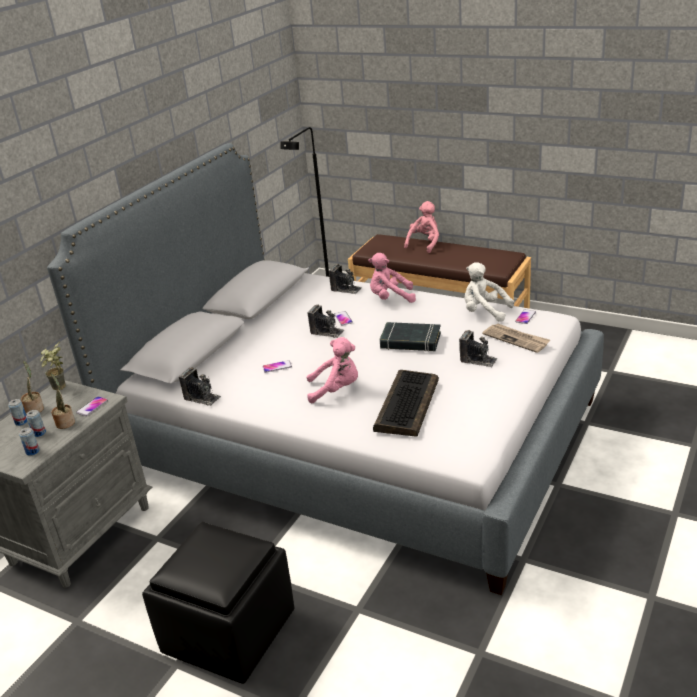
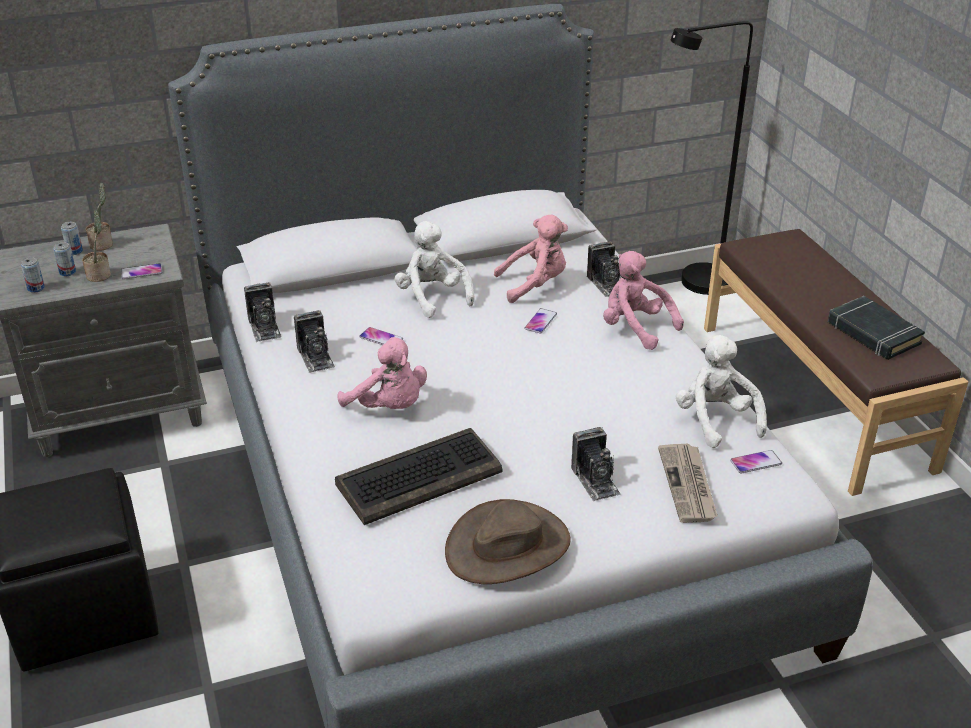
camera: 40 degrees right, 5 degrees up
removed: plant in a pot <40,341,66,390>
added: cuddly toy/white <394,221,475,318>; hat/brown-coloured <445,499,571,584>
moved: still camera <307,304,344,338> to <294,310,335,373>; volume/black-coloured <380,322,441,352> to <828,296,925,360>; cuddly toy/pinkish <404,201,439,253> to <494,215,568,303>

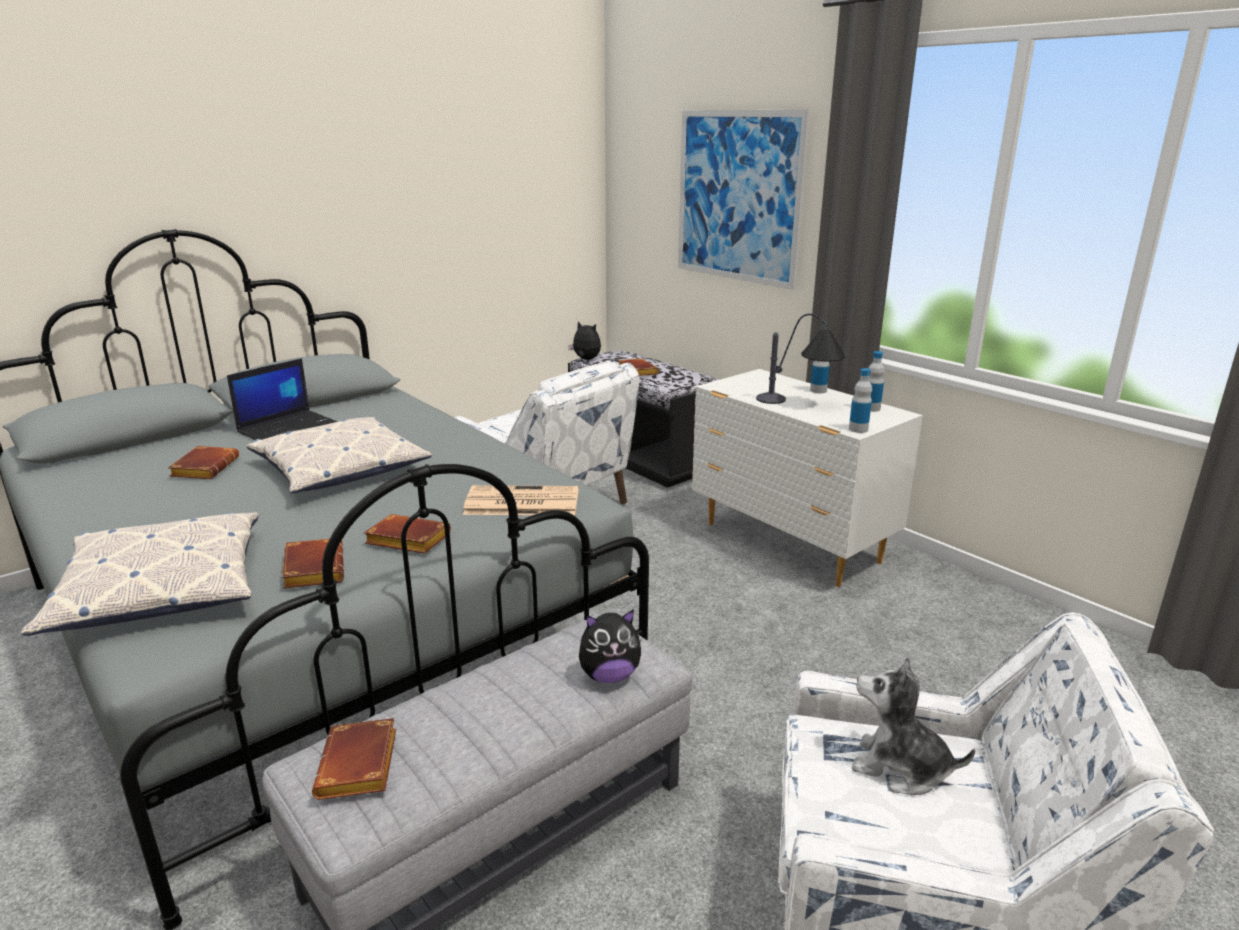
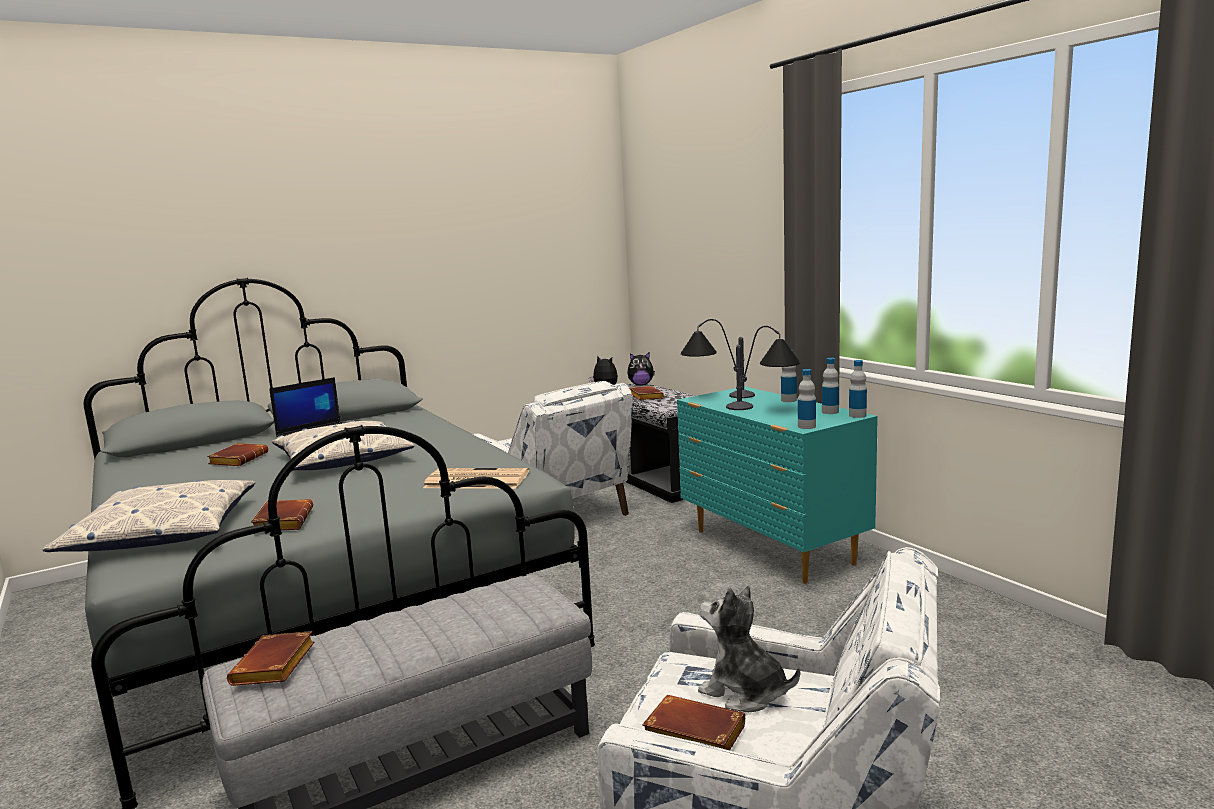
camera: 10 degrees right, 10 degrees down
removed: wall picture <678,110,810,290>
added: lamp for a table <681,319,755,398>; beverage bottle <849,360,867,418>
moved: volume/brown-coloured <364,514,451,554> to <642,695,745,751>; cuddly toy <579,609,641,683> to <627,352,655,385>
recoloured: drawer chest/white <692,369,923,587> to drawer chest/blue-green <677,386,878,583>

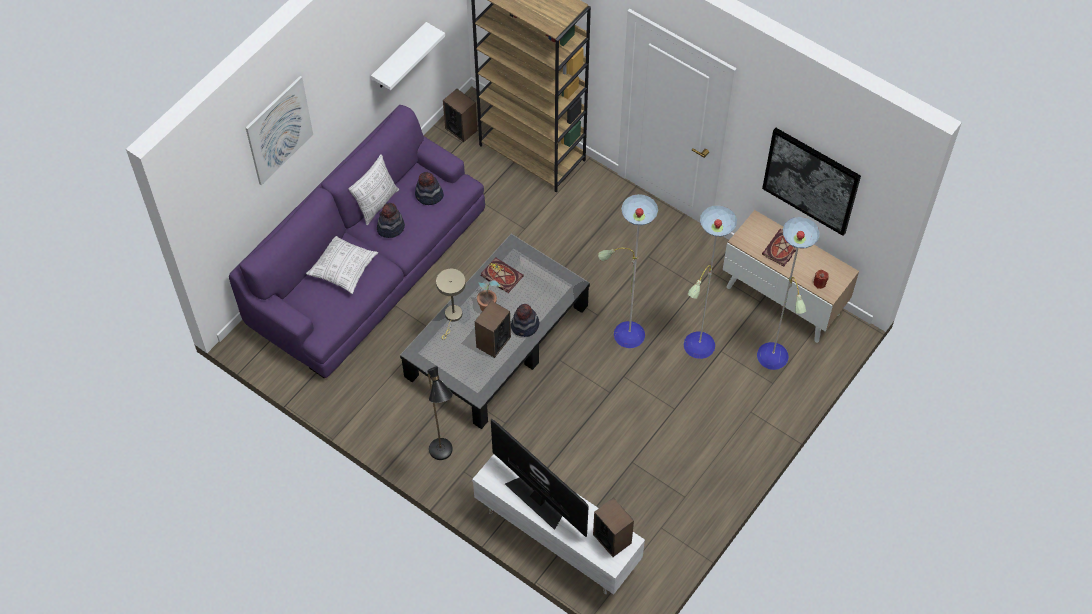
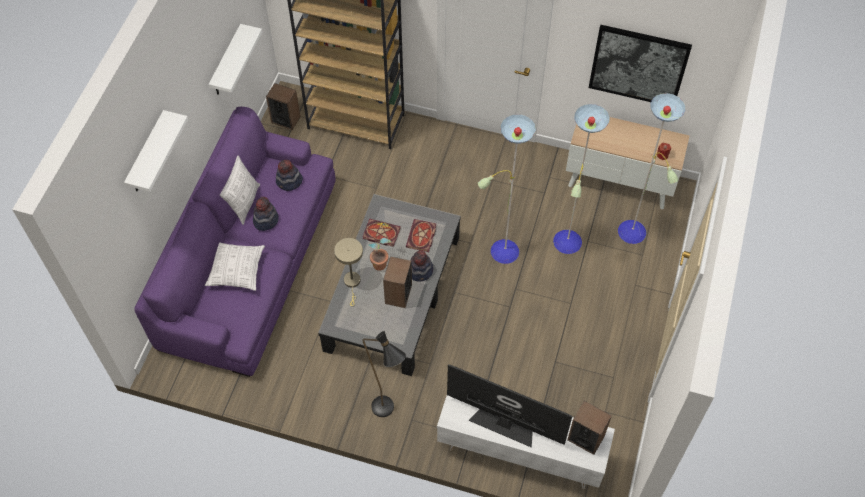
camera: 20 degrees left, 0 degrees up
moved: volume <762,229,796,266> to <406,219,436,252>
replaced: wall picture <245,76,313,185> to wall shelf/white <124,110,188,192>

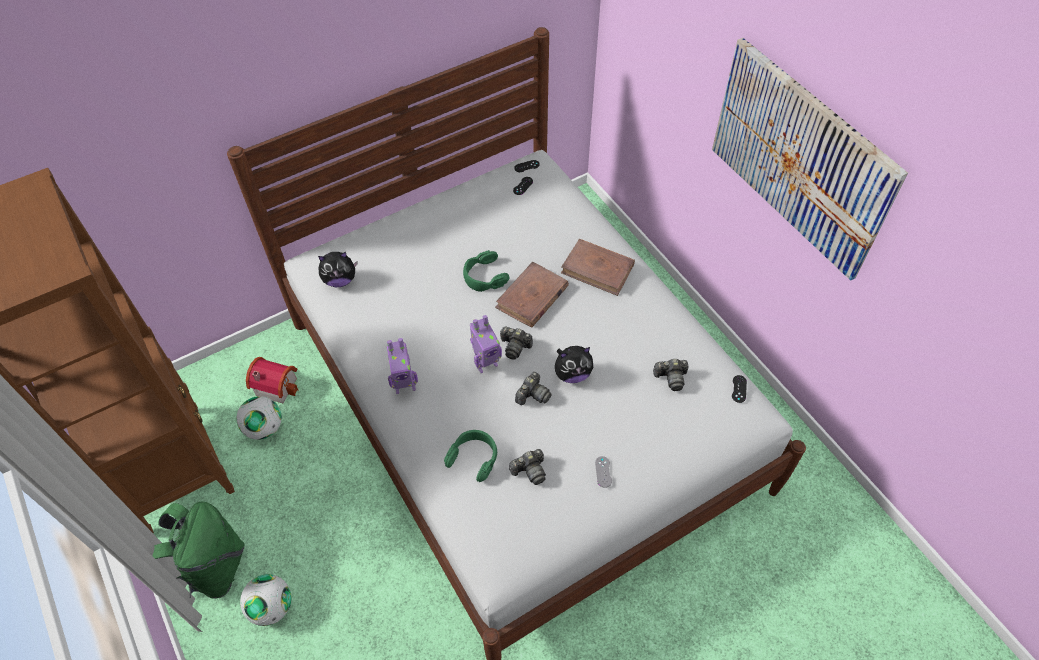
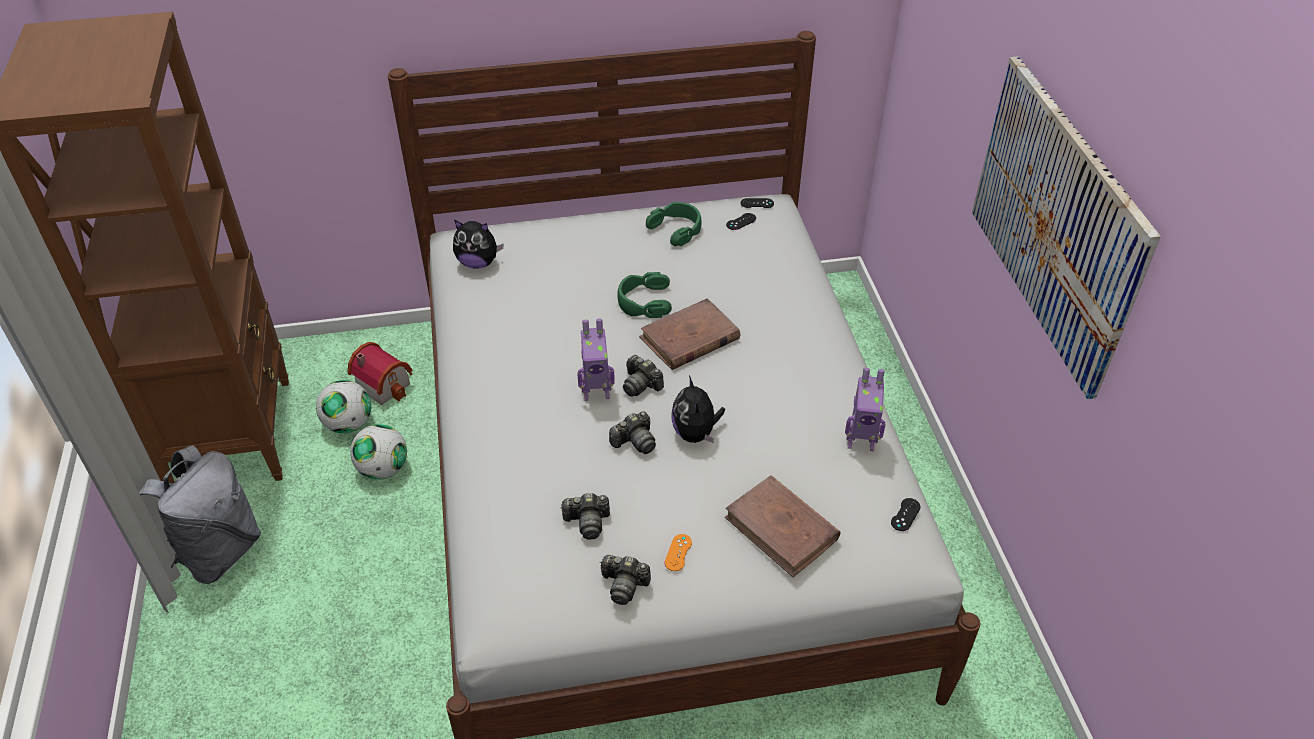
camera: 20 degrees right, 10 degrees down
moved: football ball <240,574,292,626> to <350,424,407,480>; toy robot <387,338,418,394> to <845,367,886,451>; headphones/greenish <444,430,497,482> to <646,202,702,246>; volume/brown-coloured <561,239,635,296> to <725,475,840,577>; still camera <653,359,688,391> to <600,555,651,605>
recoloured: backpack/greenish <152,502,245,599> to backpack/gray <139,445,261,584>; gamepad/gray <595,456,612,488> to gamepad/orange <664,534,692,571>
turned: cuddly toy <555,346,593,383> = <672,376,725,443> 75 degrees clockwise

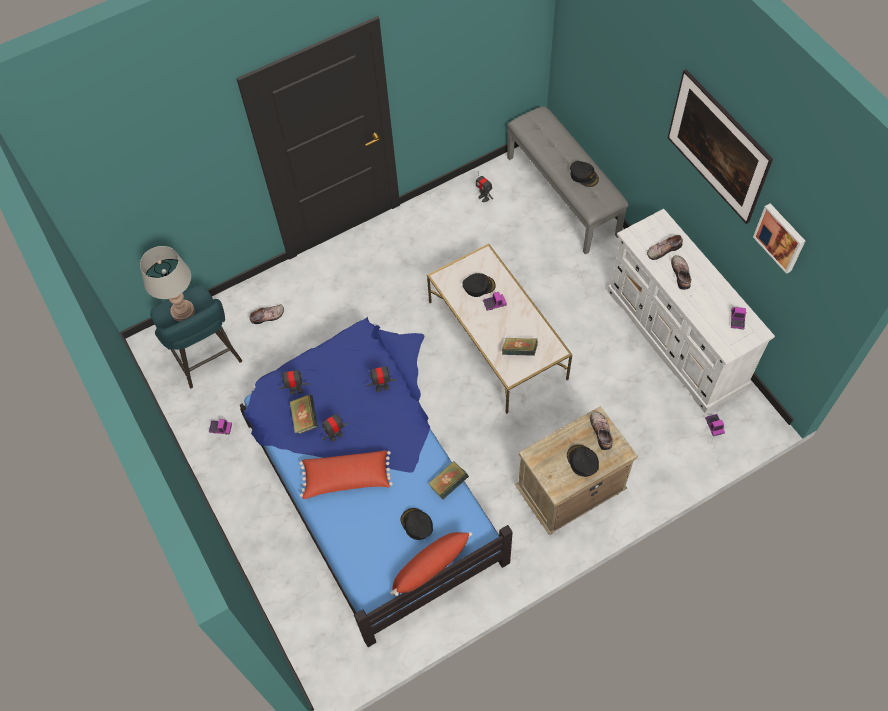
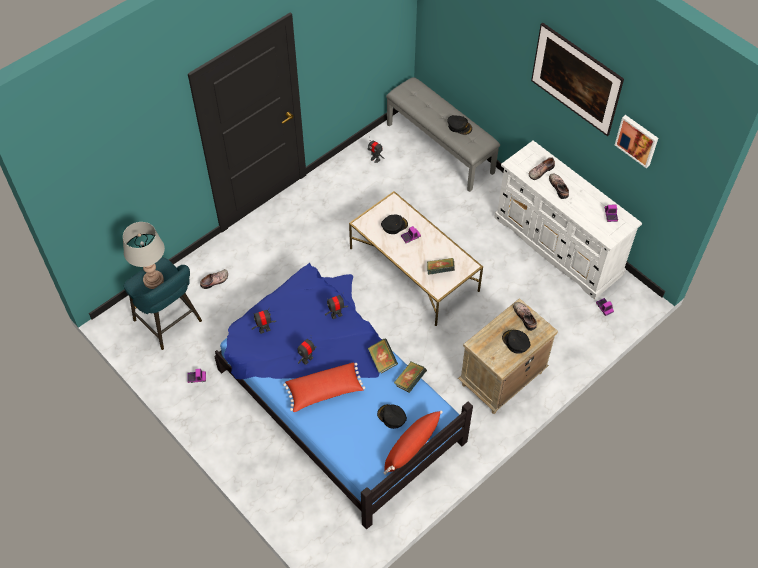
camera: 15 degrees left, 5 degrees down
moved: volume <290,394,318,434> to <368,338,398,374>

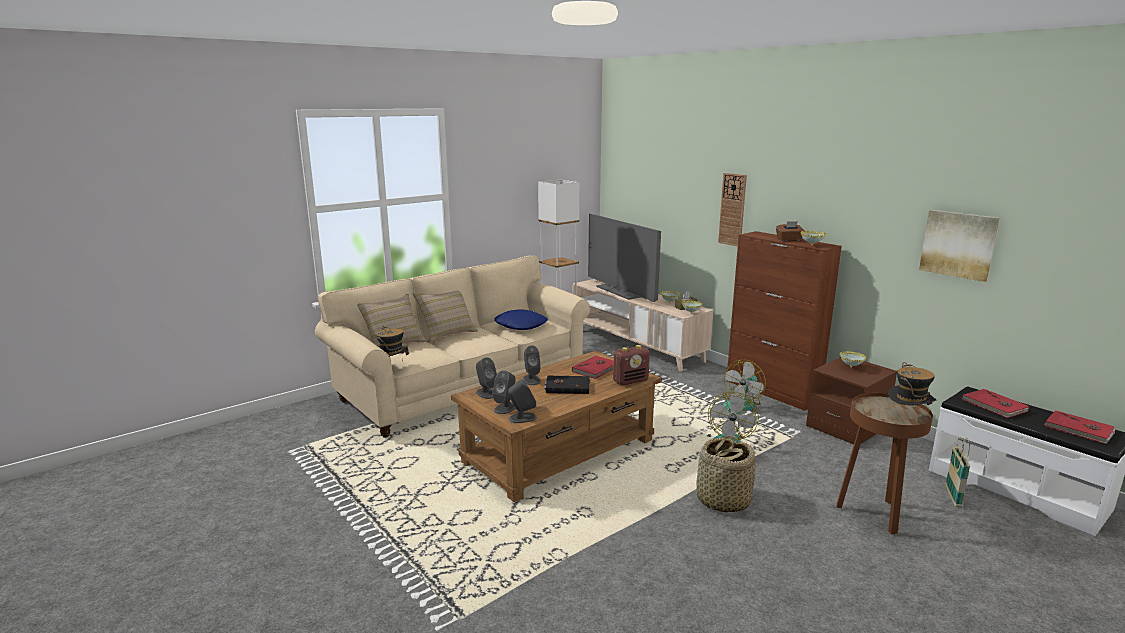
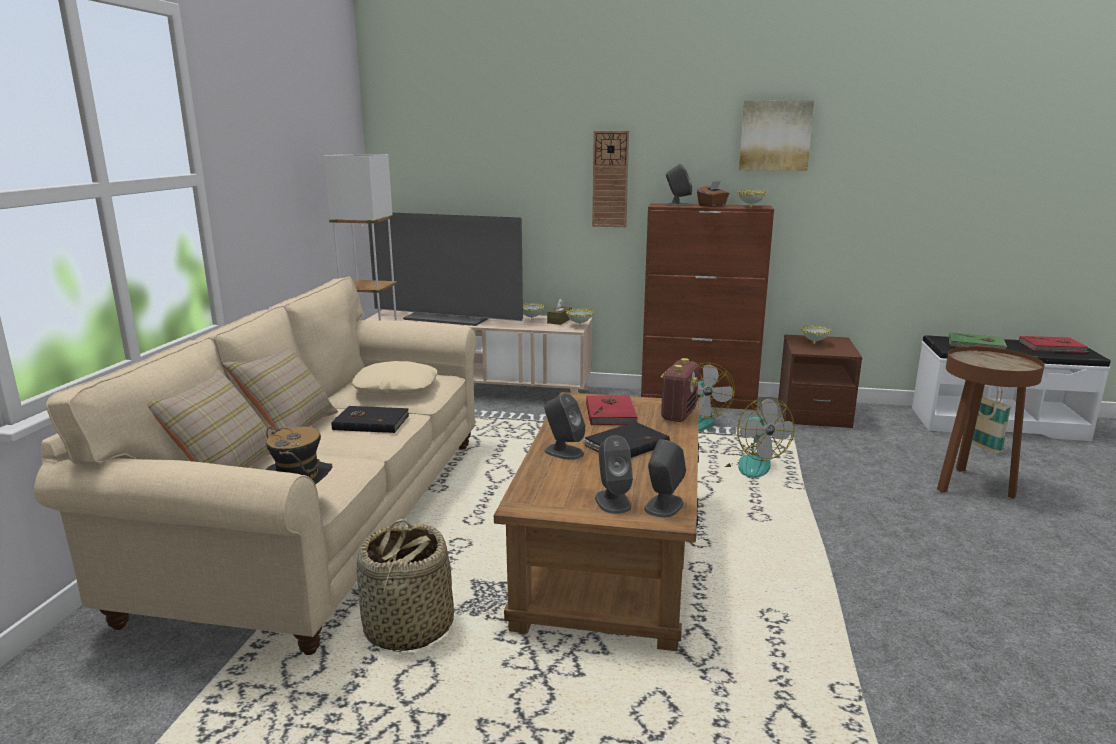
camera: 40 degrees left, 0 degrees up
removed: hat <888,362,936,410>
added: volume/black-coloured <331,406,410,433>
moved: loudspeaker/gray <476,357,497,399> to <666,164,692,206>; storage basket <697,436,755,512> to <357,519,454,652>; wall picture <919,210,1000,282> to <739,100,814,171>
recoloured: pillow/bluish <494,309,548,330> to pillow/beige-coloured <351,361,437,394>; volume/red-coloured <962,389,1029,418> to volume/greenish <949,332,1007,349>

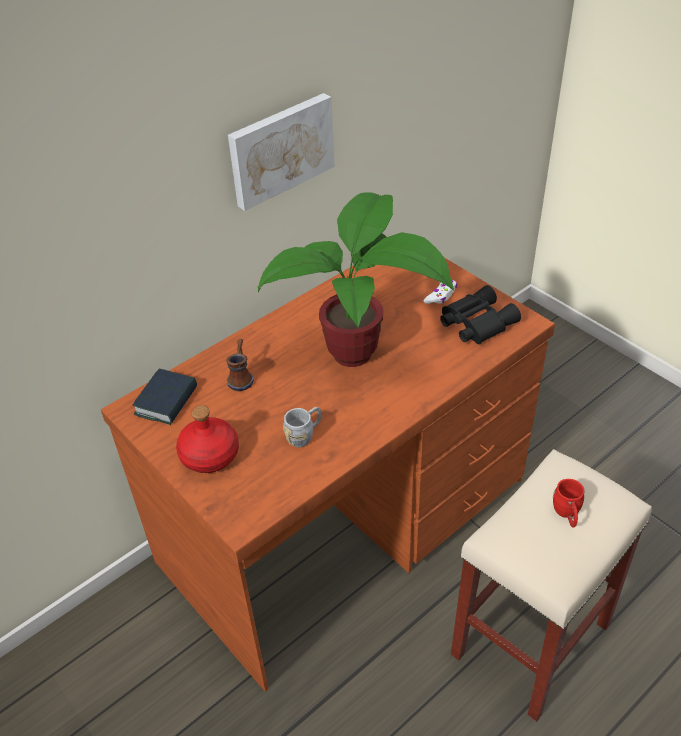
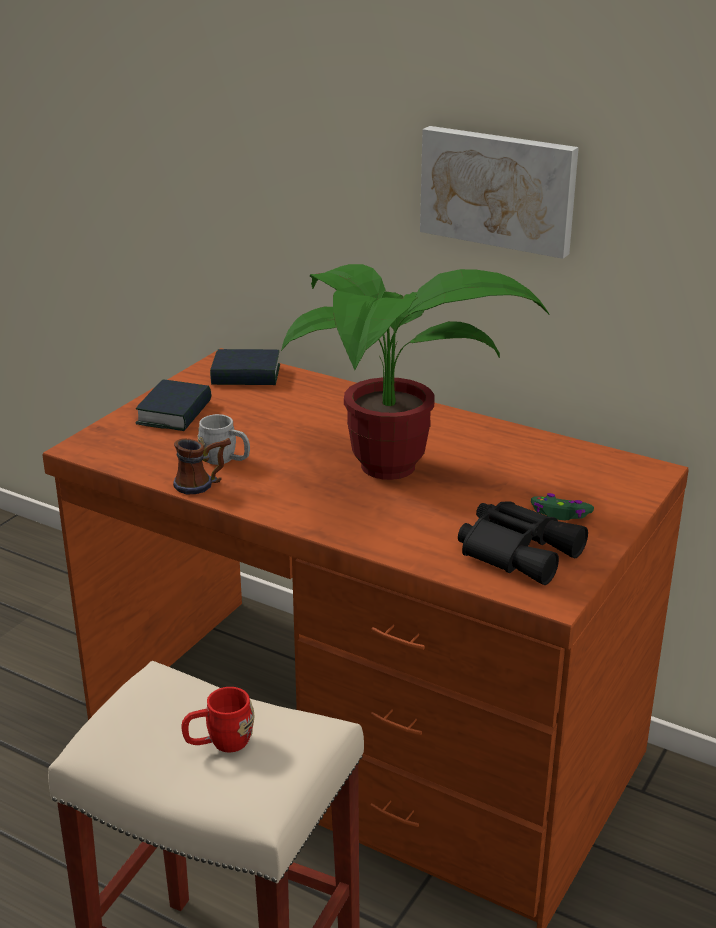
camera: 70 degrees right, 15 degrees down
moved: mug <226,339,254,391> to <173,438,231,494>
replaced: beverage bottle/red-coloured <176,405,239,473> to volume <136,380,211,431>
recoloured: gamepad/white <424,280,457,304> to gamepad/greenish <531,493,594,520>

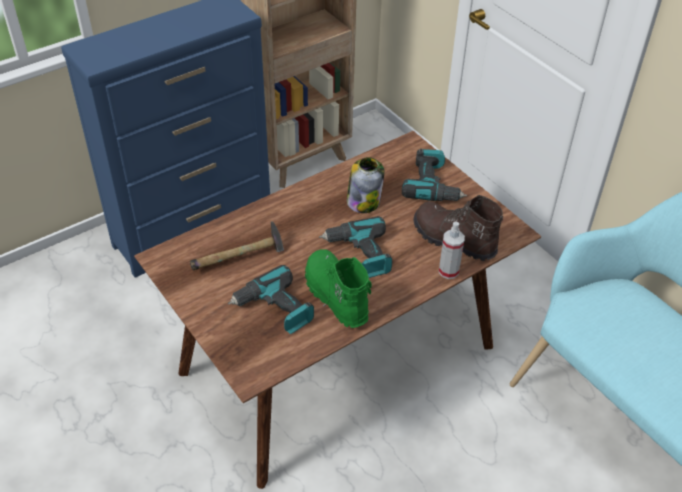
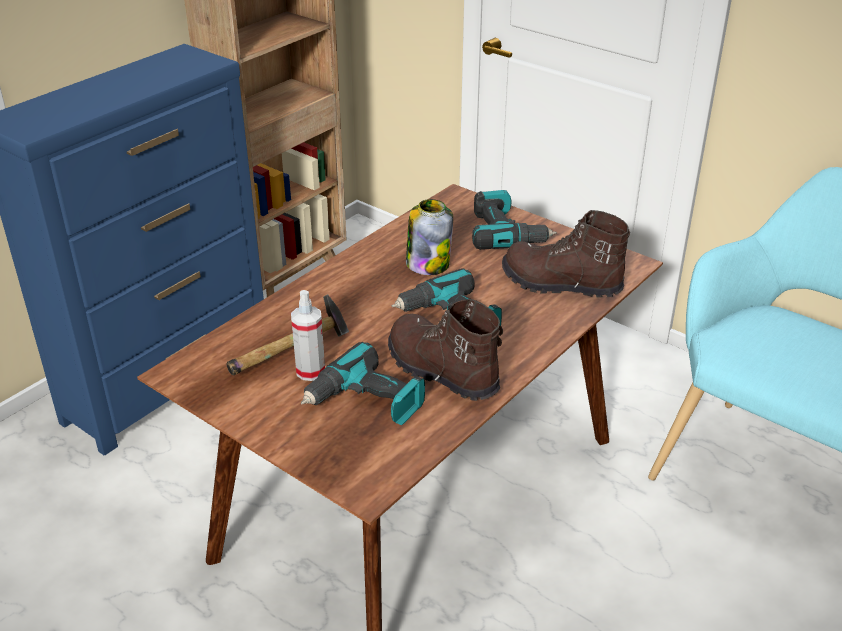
camera: 15 degrees left, 10 degrees down
moved: hand sprayer <439,221,465,279> to <291,290,325,381>
recoloured: boot/greenish <305,249,372,328> to boot/brown-coloured <388,298,503,401>

